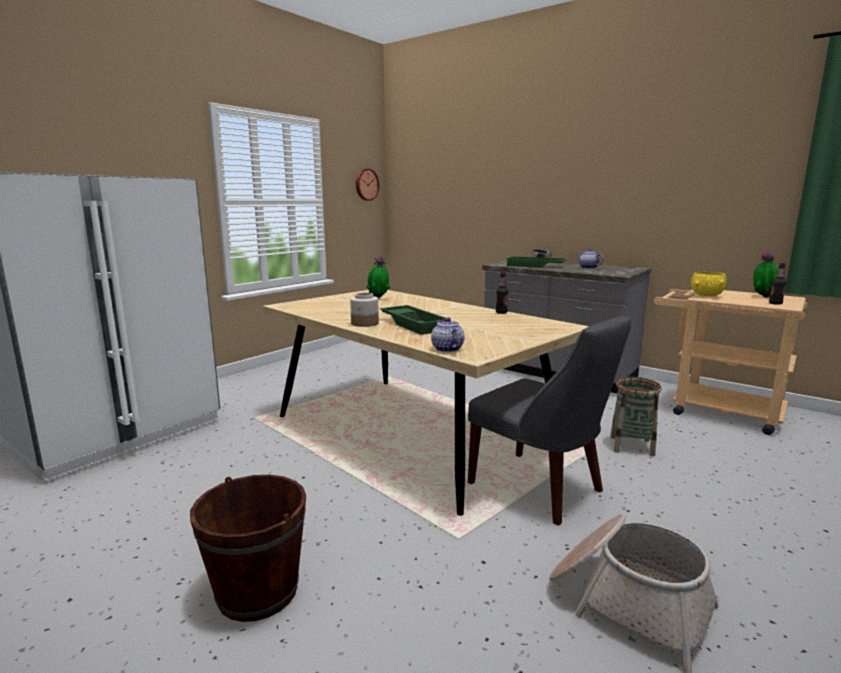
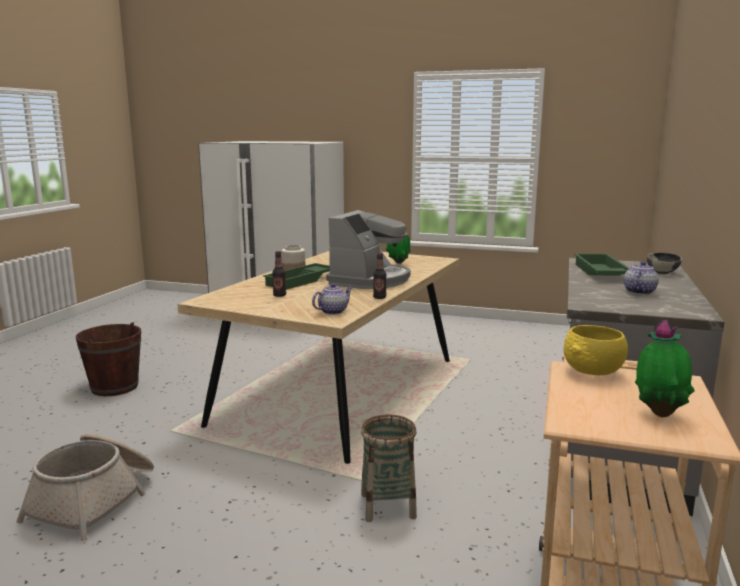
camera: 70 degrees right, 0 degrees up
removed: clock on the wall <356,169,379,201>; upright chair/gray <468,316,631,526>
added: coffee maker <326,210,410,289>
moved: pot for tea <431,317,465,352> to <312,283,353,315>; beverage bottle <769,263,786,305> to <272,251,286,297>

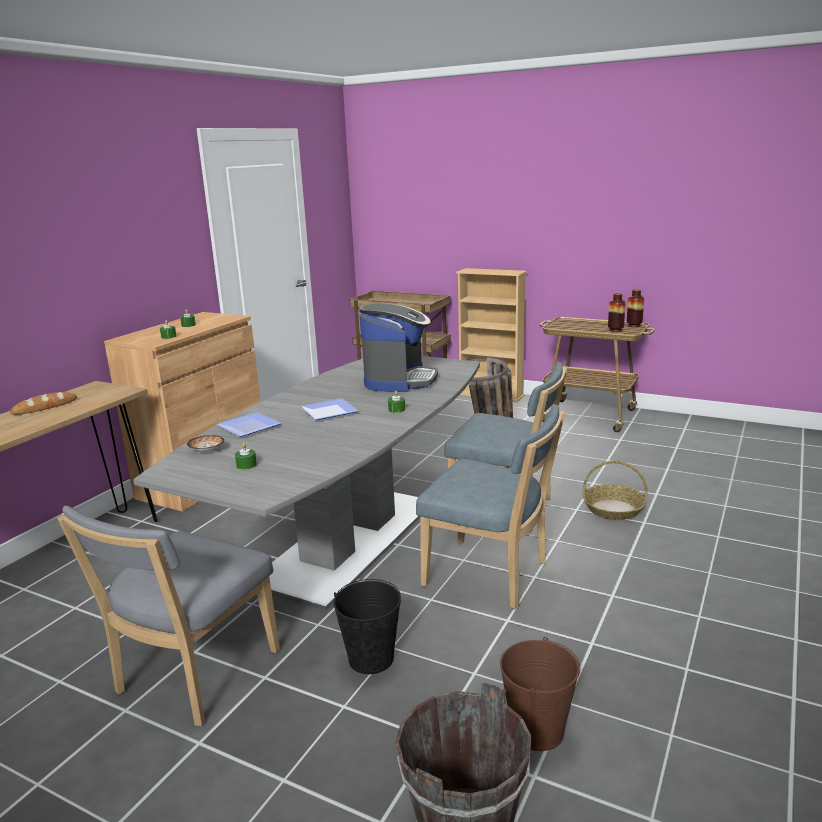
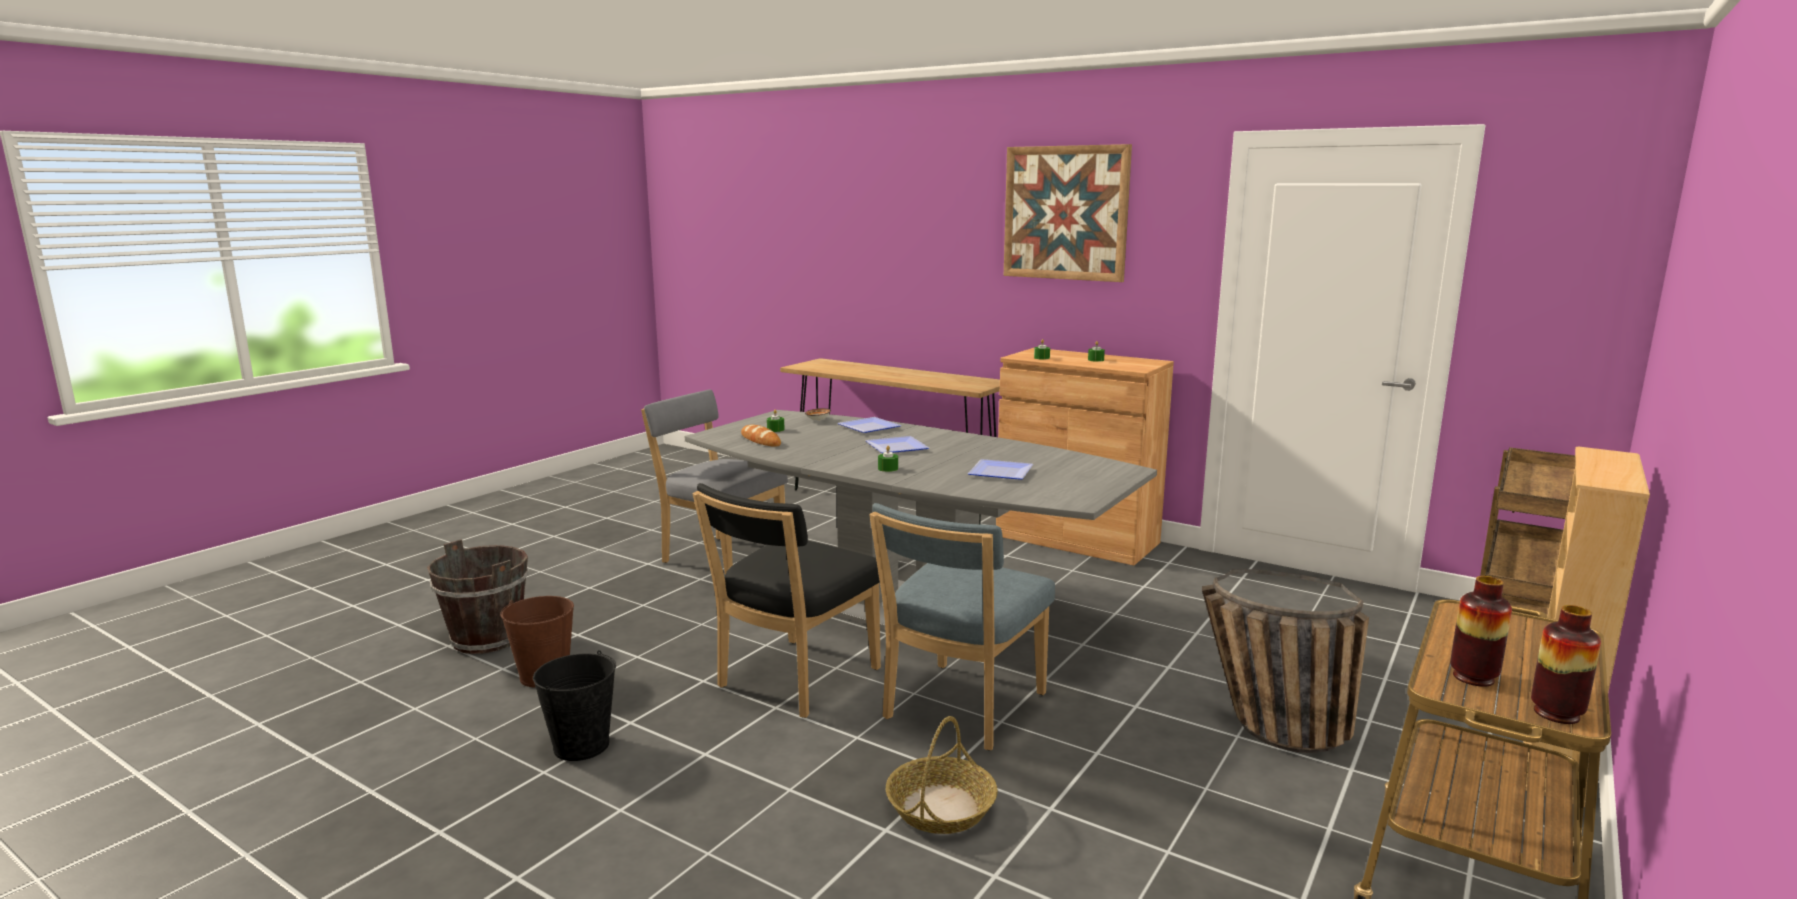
camera: 95 degrees right, 5 degrees down
added: wall picture <1004,144,1132,282>
moved: baked bread <10,392,77,415> to <741,425,781,447>; water bucket/black-coloured <333,579,401,674> to <533,650,616,761>
replaced: coffee maker <359,303,438,392> to dinner plate <968,459,1033,480>
recoloured: upright chair/bluish <416,405,565,609> to upright chair/black-coloured <692,483,881,718>

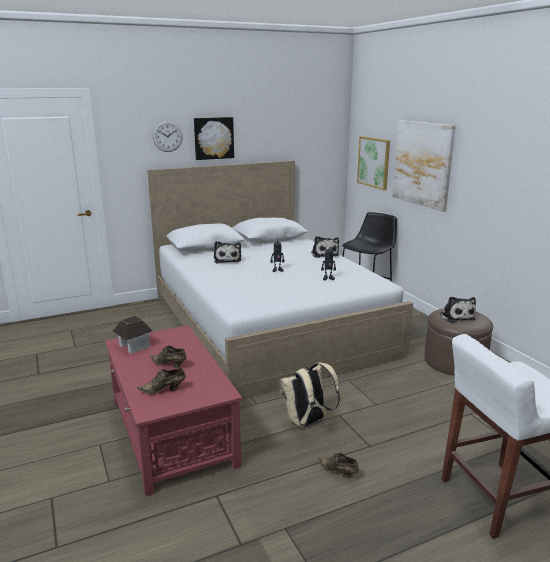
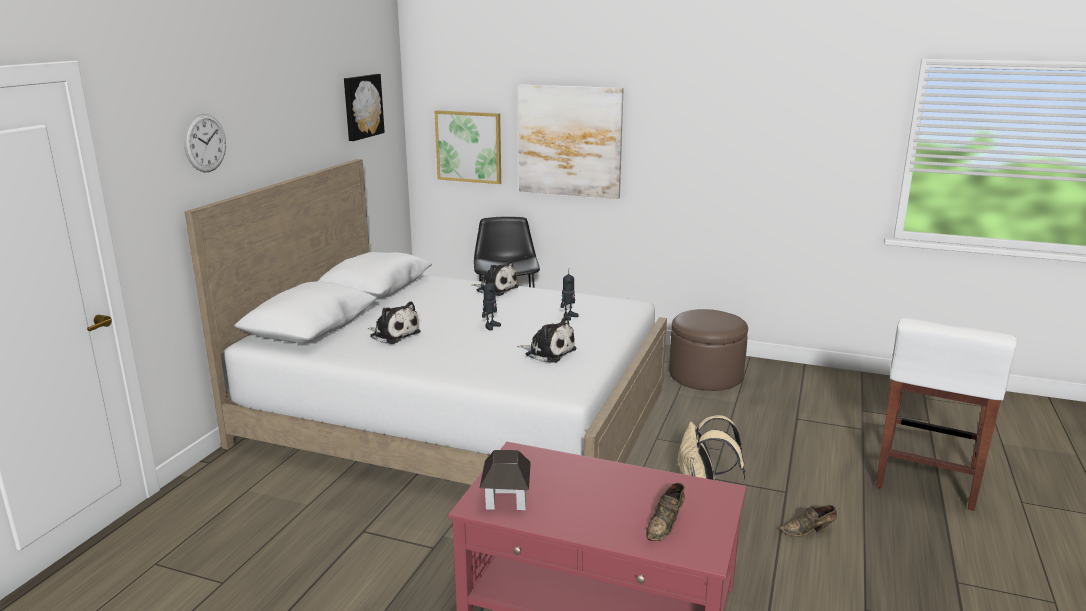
camera: 45 degrees left, 0 degrees up
removed: low shoe/brown-coloured <150,345,187,368>
moved: wall picture <194,117,234,160> to <344,74,385,141>; cuddly toy <440,297,476,323> to <517,317,577,363>

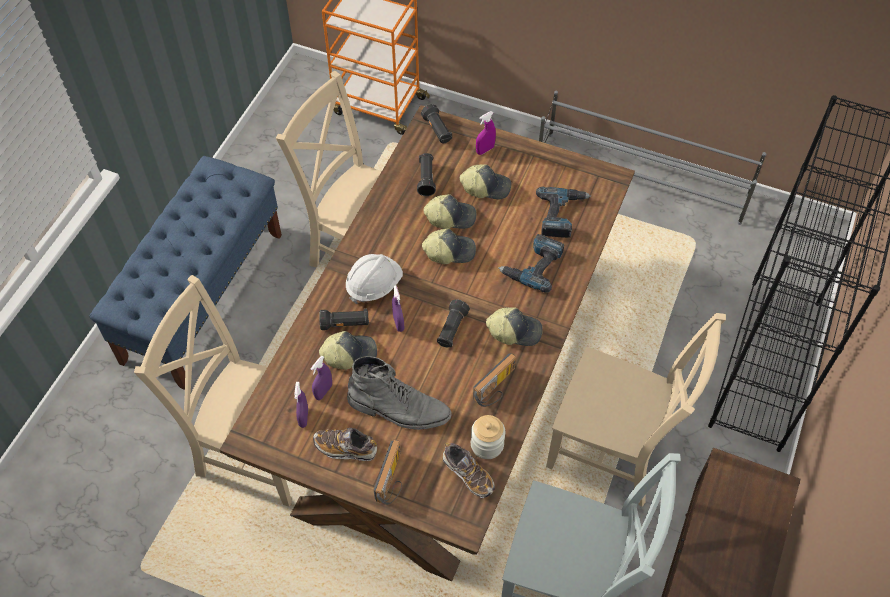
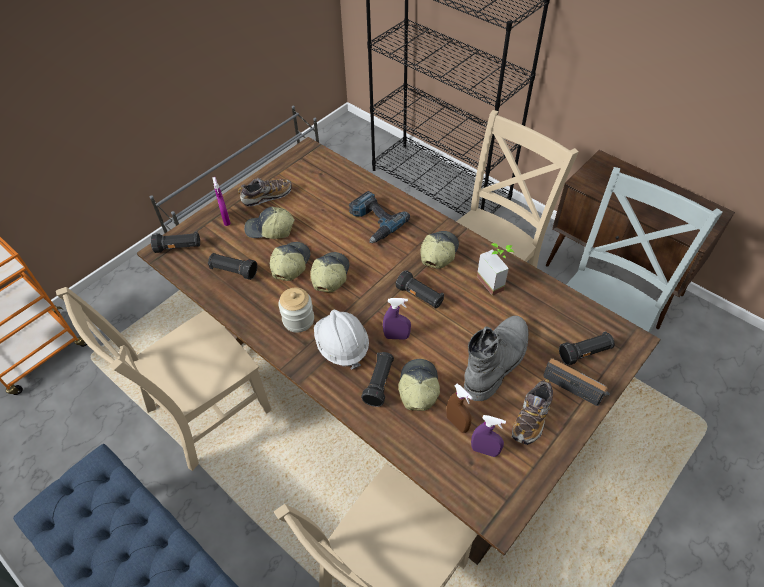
camera: 70 degrees left, 5 degrees down
removed: power drill <536,187,591,238>
added: hand torch/black-coloured <559,331,615,365>
moved: low shoe <443,442,495,498> to <238,178,292,206>; jar <471,415,505,459> to <278,288,314,333>
replaced: radio receiver <473,353,516,407> to plant in a pot <477,243,514,296>
recoloured: hand sprayer/purplish <311,355,332,400> to hand sprayer/brown-coloured <446,384,473,433>
turned: peaked cap <460,164,511,199> = <244,206,295,239> 105 degrees counterclockwise

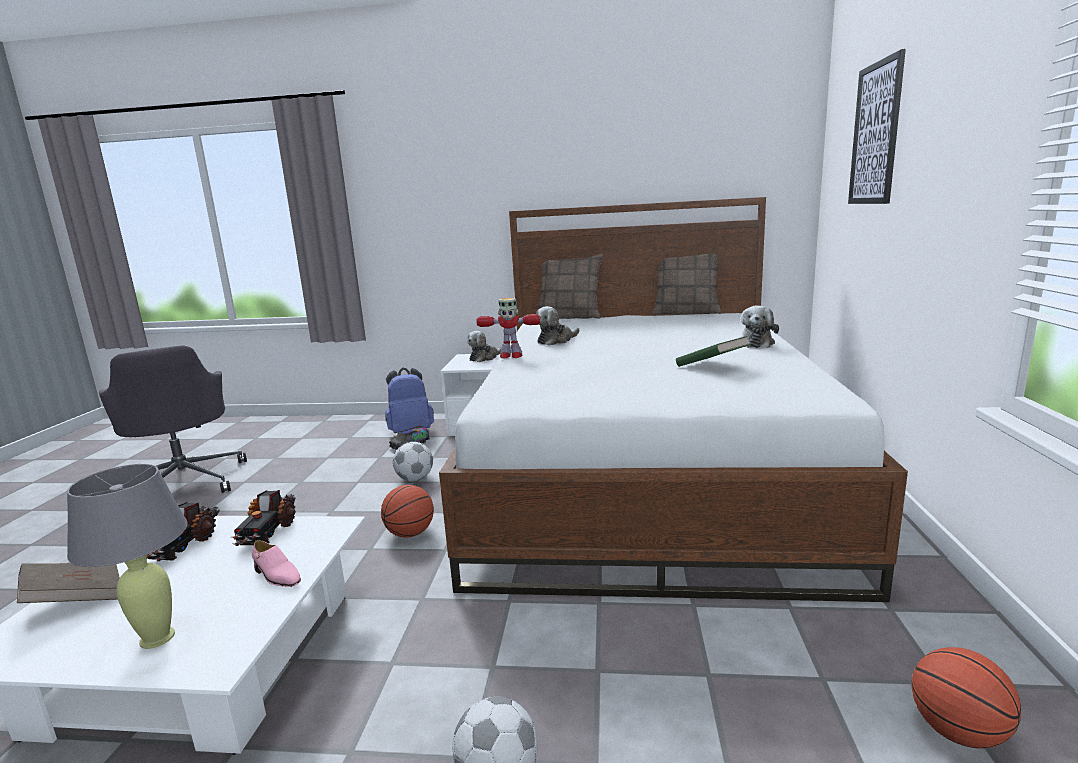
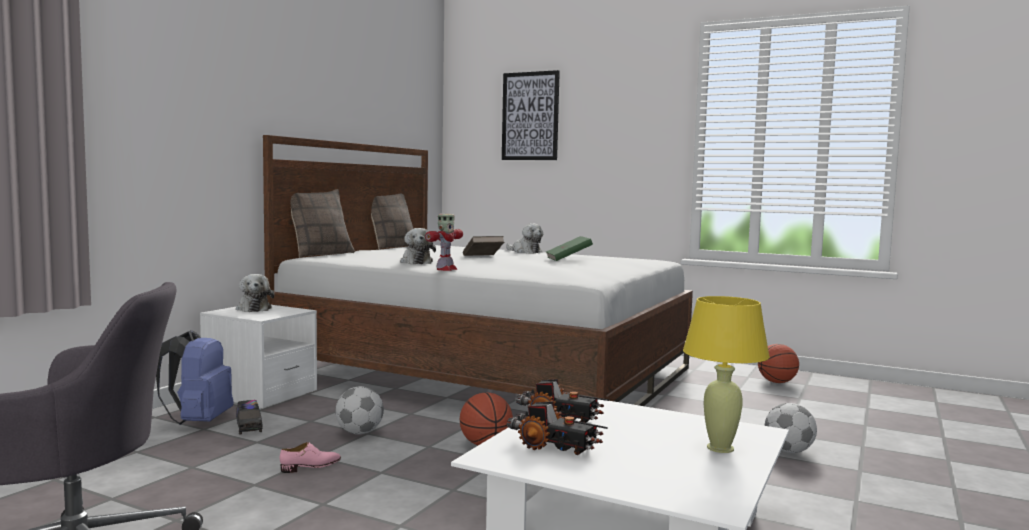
camera: 70 degrees left, 10 degrees down
moved: volume/brown-coloured <17,563,120,603> to <463,236,504,256>; low shoe/pinkish <252,540,301,587> to <280,442,341,473>
recoloured: lamp for a table/gray <67,464,188,649> to lamp for a table/yellow-coloured <683,296,770,453>

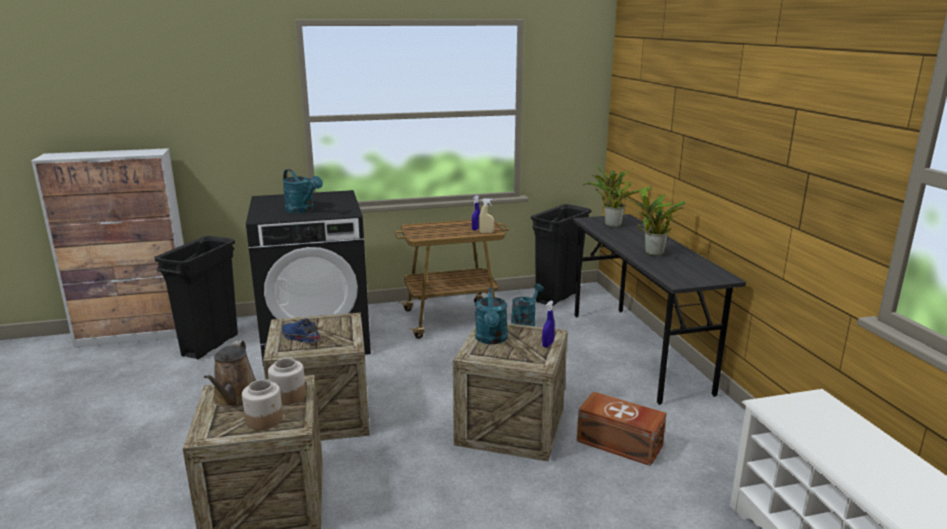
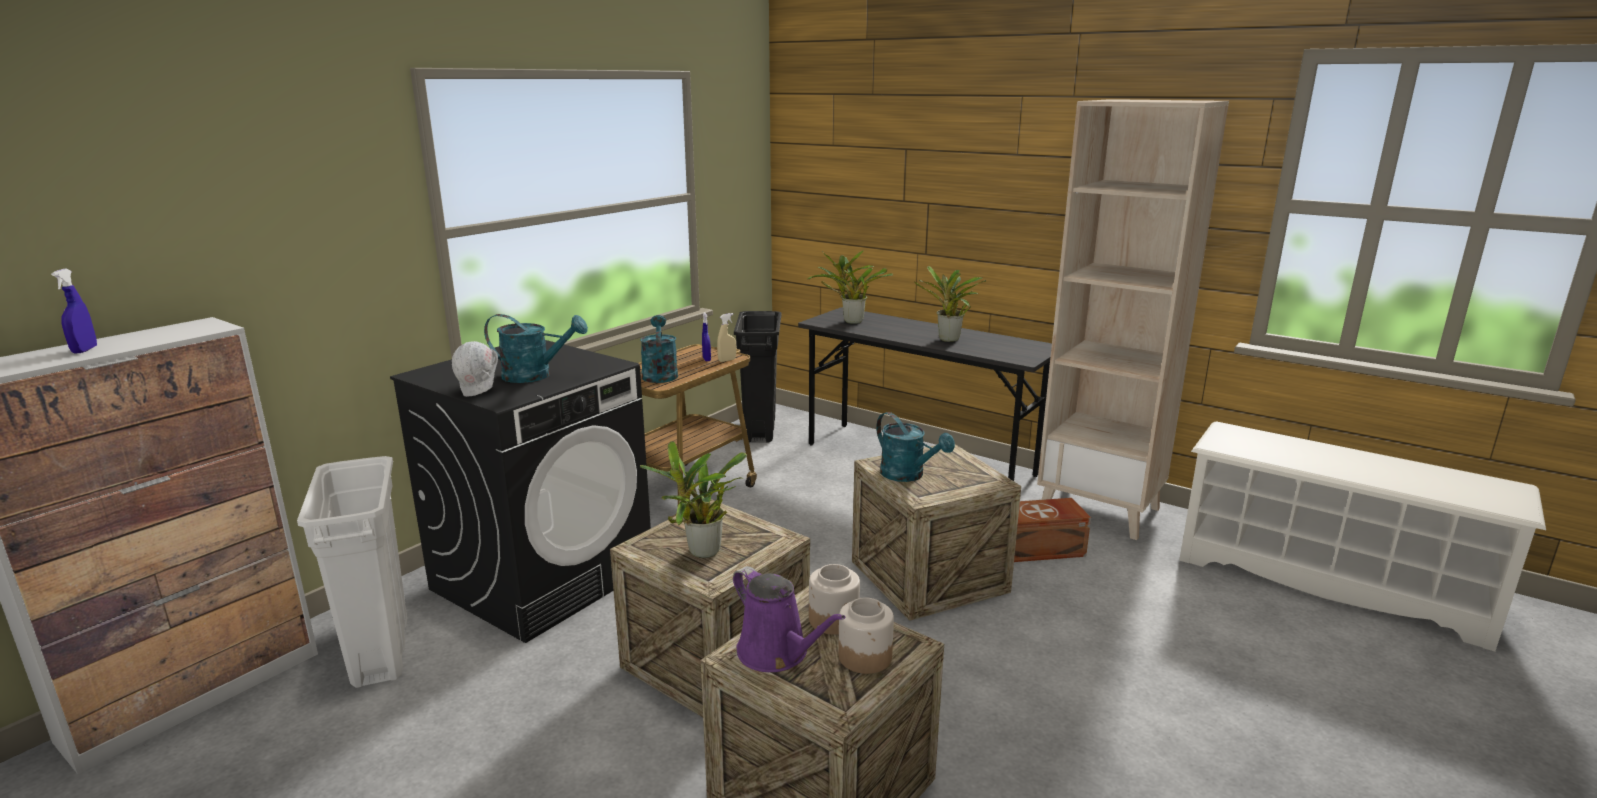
camera: 40 degrees left, 0 degrees up
added: safety helmet/white <452,341,498,397>; shelving unit/beige-coloured <1037,99,1229,540>
moved: watering can/blue-green <511,284,544,326> to <640,315,678,383>; hand sprayer/bluish <542,300,555,348> to <51,269,97,353>
replaced: low shoe/bluish <282,319,321,343> to plant in a pot <640,441,747,558>
recoloured: trash can/black-coloured <154,236,238,359> to trash can/white <297,456,407,688>; watering can/brown-coloured <204,340,256,408> to watering can/purplish <733,566,845,672>

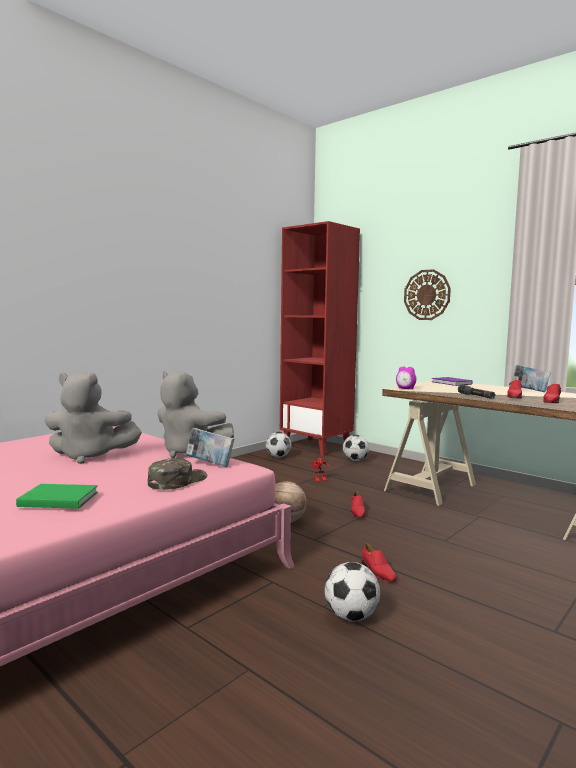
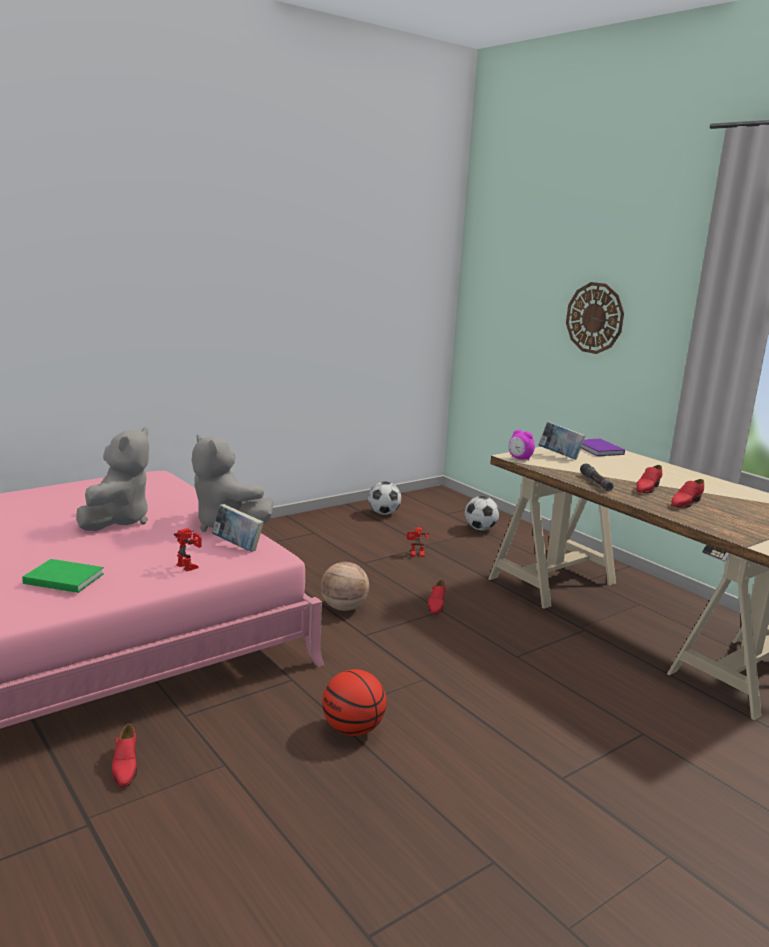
camera: 10 degrees right, 10 degrees up
removed: shelving unit/red-coloured <280,221,360,457>
moved: low shoe/red-coloured <362,543,396,582> to <112,724,137,788>; volume <512,365,551,392> to <539,422,586,460>
replaced: peaked cap/greenish <148,458,207,490> to toy robot <174,528,202,571>; football ball <325,562,380,622> to basketball ball <322,669,387,736>
turned: cuddly toy/gray <45,372,142,464> = <76,427,149,531> 90 degrees counterclockwise

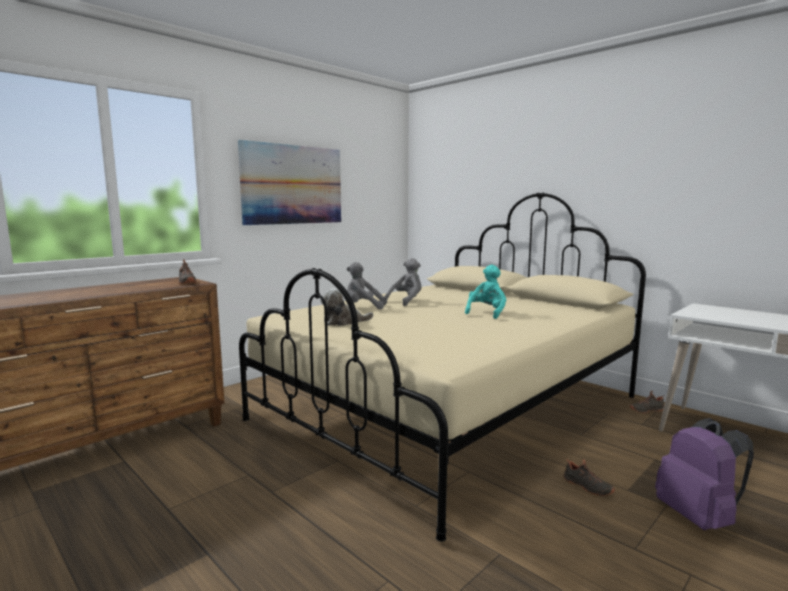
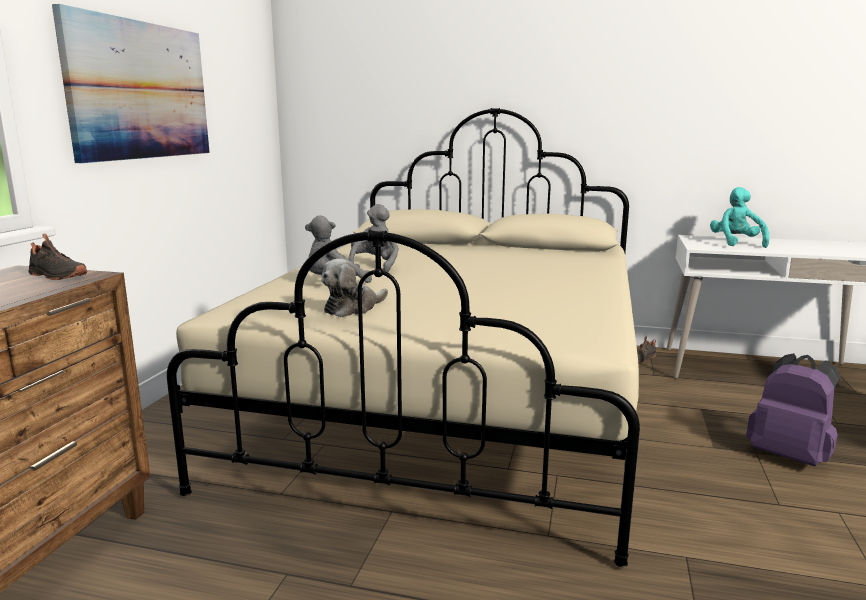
camera: 30 degrees left, 5 degrees up
removed: low shoe/black-coloured <564,458,615,496>
moved: cuddly toy/blue-green <465,265,506,319> to <710,187,769,248>

